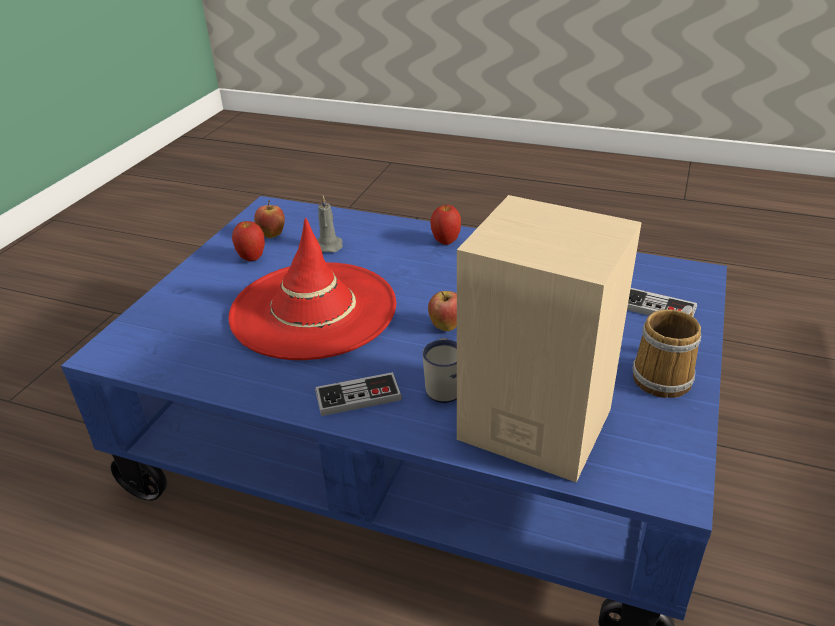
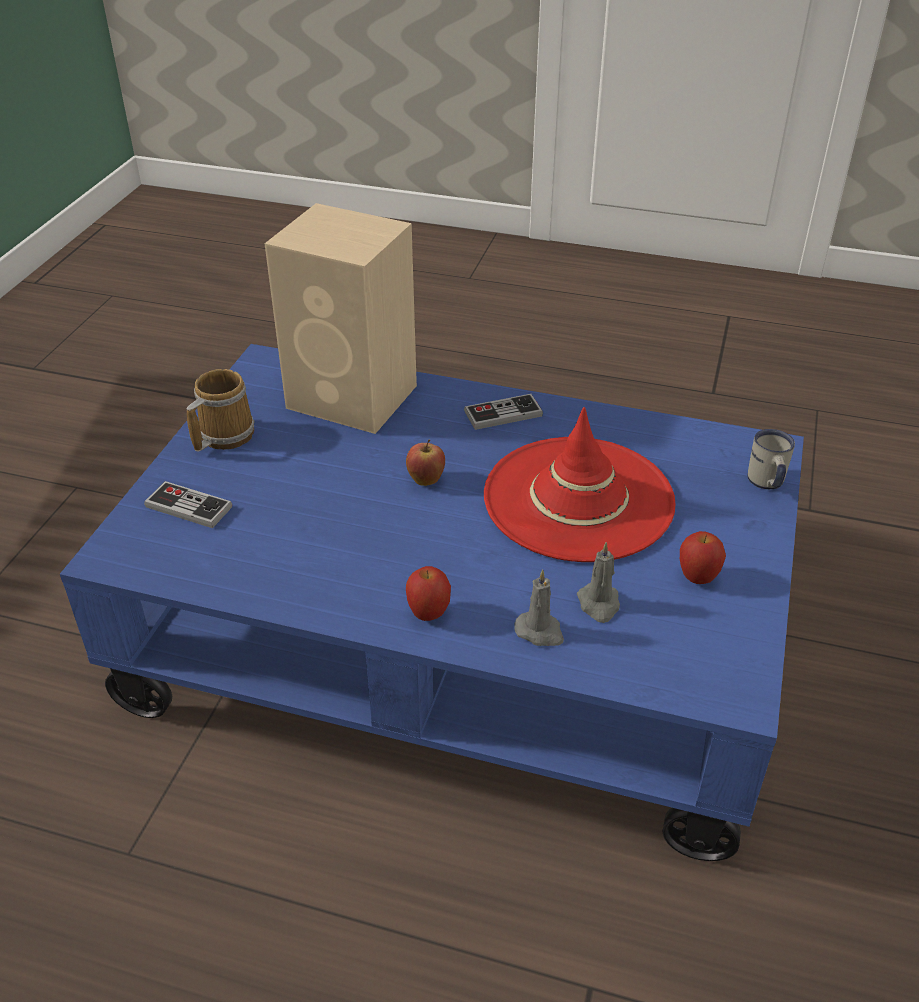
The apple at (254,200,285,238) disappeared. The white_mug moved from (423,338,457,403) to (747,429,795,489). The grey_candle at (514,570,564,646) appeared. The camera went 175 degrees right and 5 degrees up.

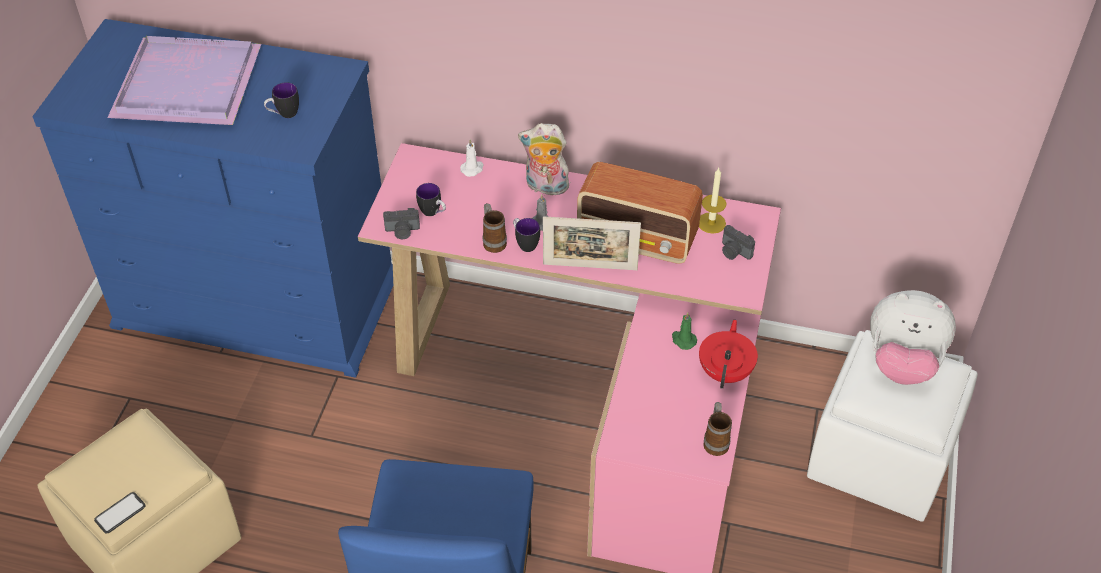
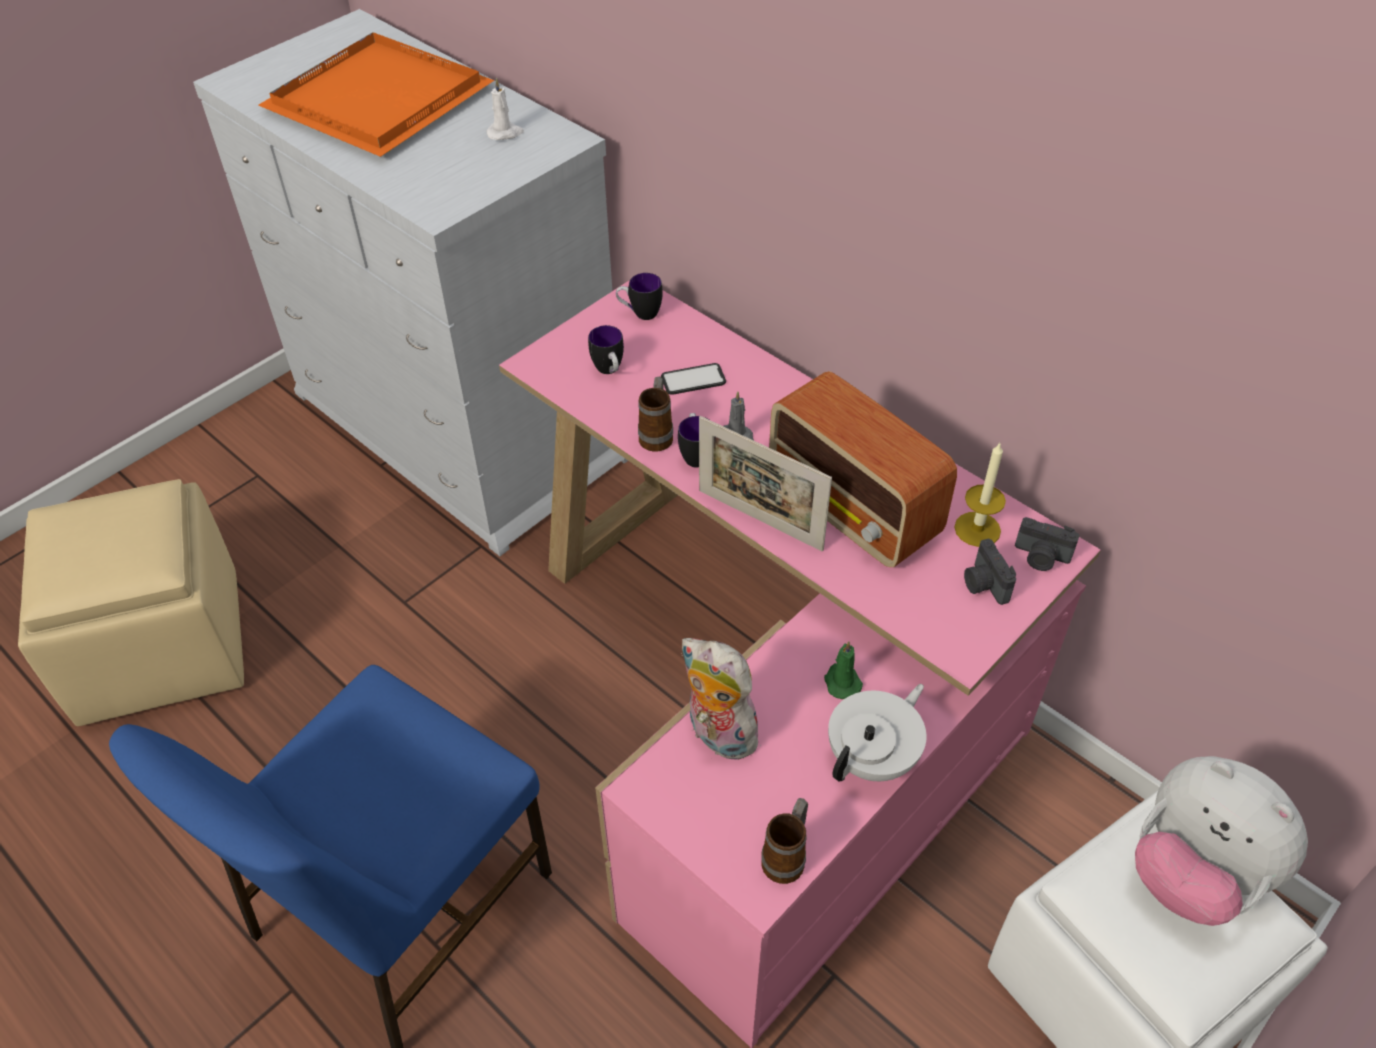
The blue_dresser at (32,19,393,378) became the white_dresser at (193,9,628,556). The phone moved from (94,492,146,533) to (661,363,726,395). The purple_tray at (107,36,261,125) became the orange_tray at (258,32,495,157). The mug moved from (264,82,299,118) to (616,273,663,320). The photo_camera moved from (383,208,420,239) to (1015,517,1079,571). The white_candle moved from (460,139,484,177) to (486,78,524,140). The plush_toy moved from (518,123,572,195) to (681,638,767,760). The red_teapot at (699,319,758,389) became the white_teapot at (828,684,926,781). The camera went 30 degrees right and 0 degrees up.

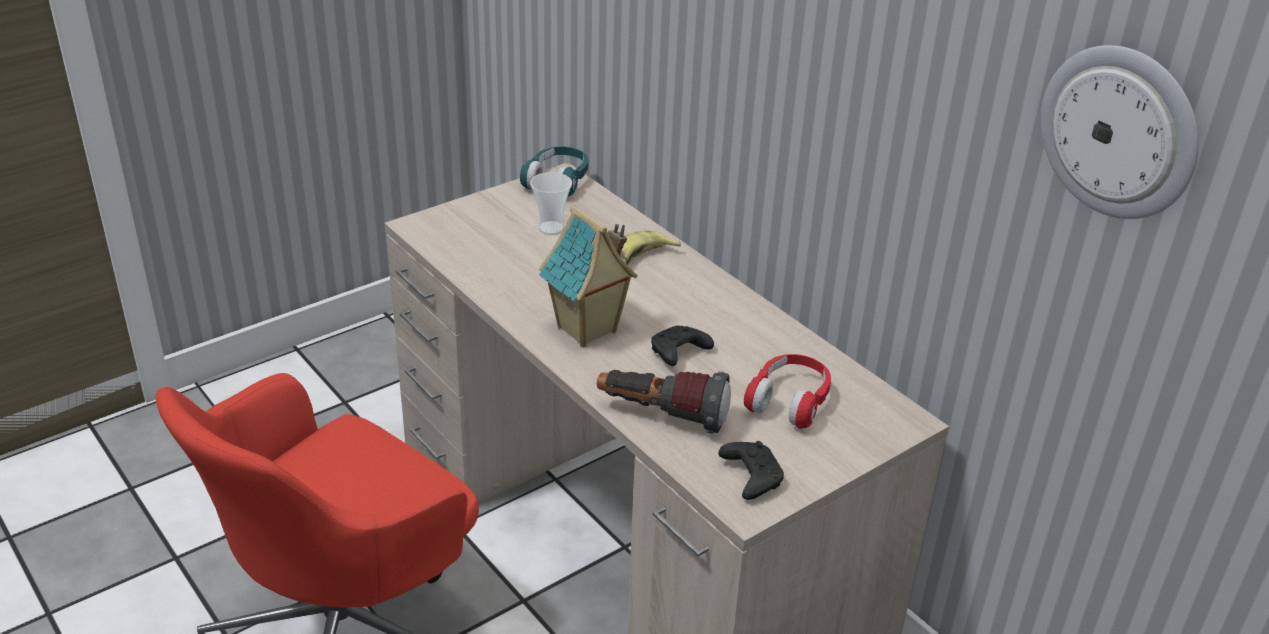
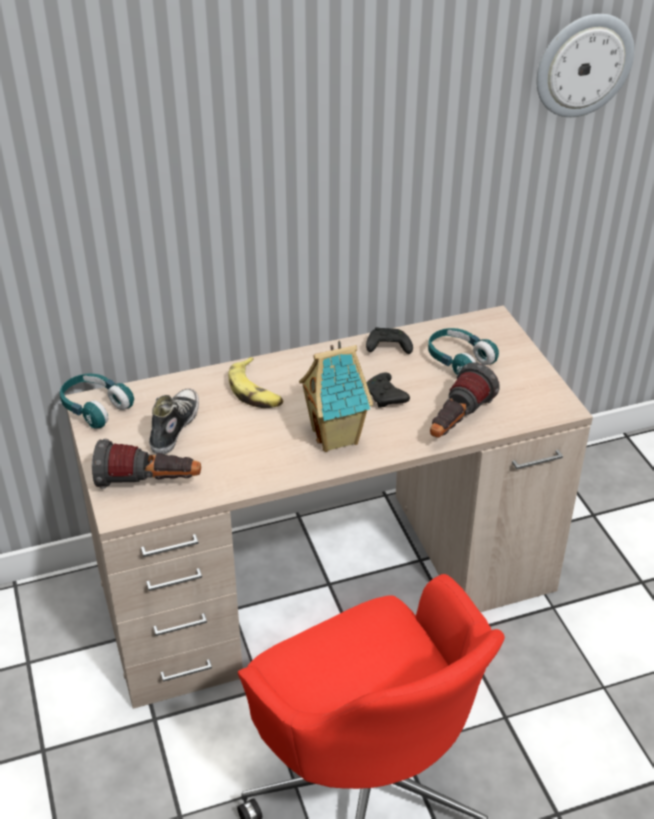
The cup at (530,172,572,235) was replaced by the shoe at (149,388,199,454). The black_game_controller moved from (718,441,784,500) to (366,327,413,354). The red_headphones at (744,354,831,428) became the turquoise_headphones at (428,328,499,375). The flashlight at (92,439,201,489) appeared. The camera went 70 degrees left and 5 degrees up.

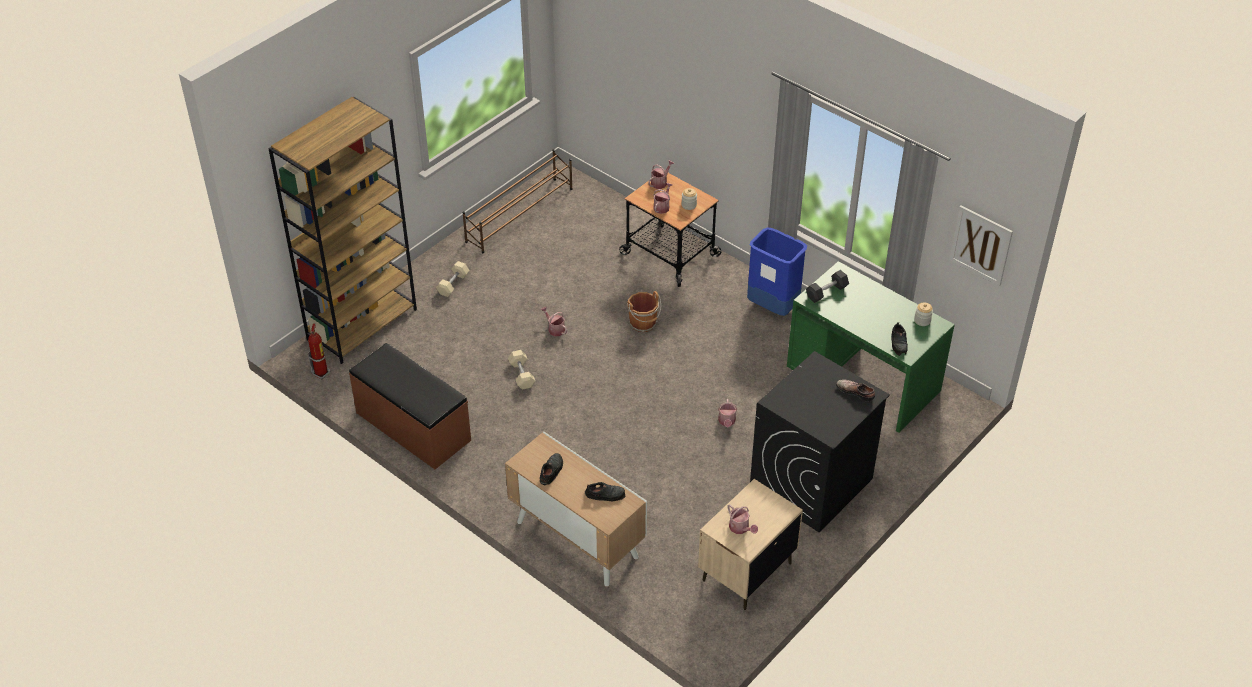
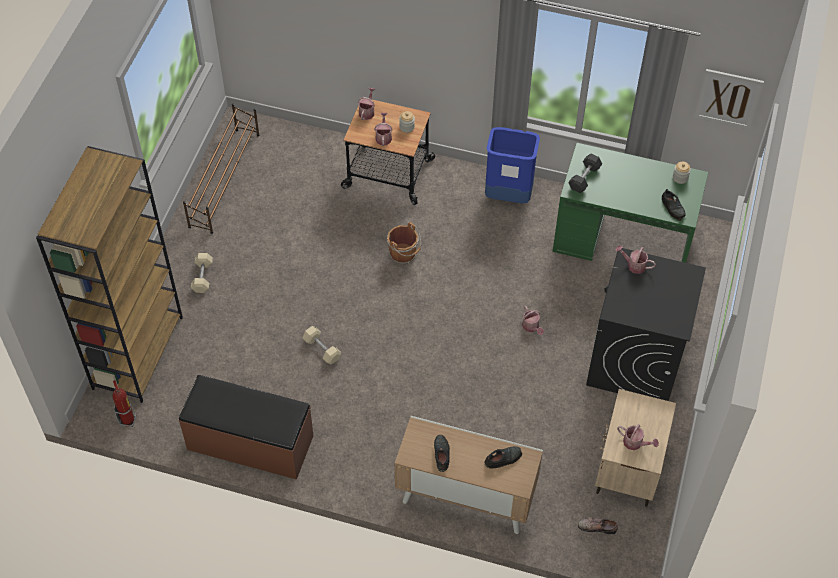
The watering_can moved from (541,306,567,336) to (616,245,656,274). The shoe moved from (836,379,875,402) to (578,517,618,534). The camera went 25 degrees left and 10 degrees up.

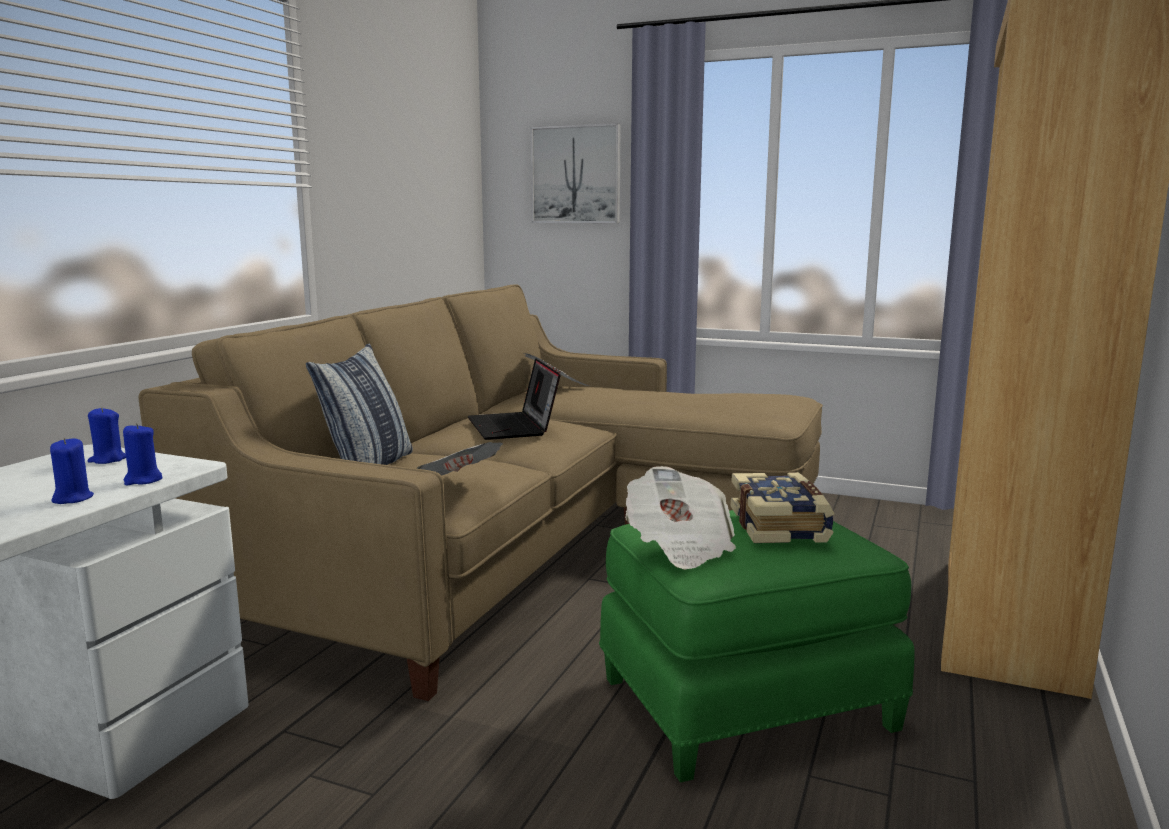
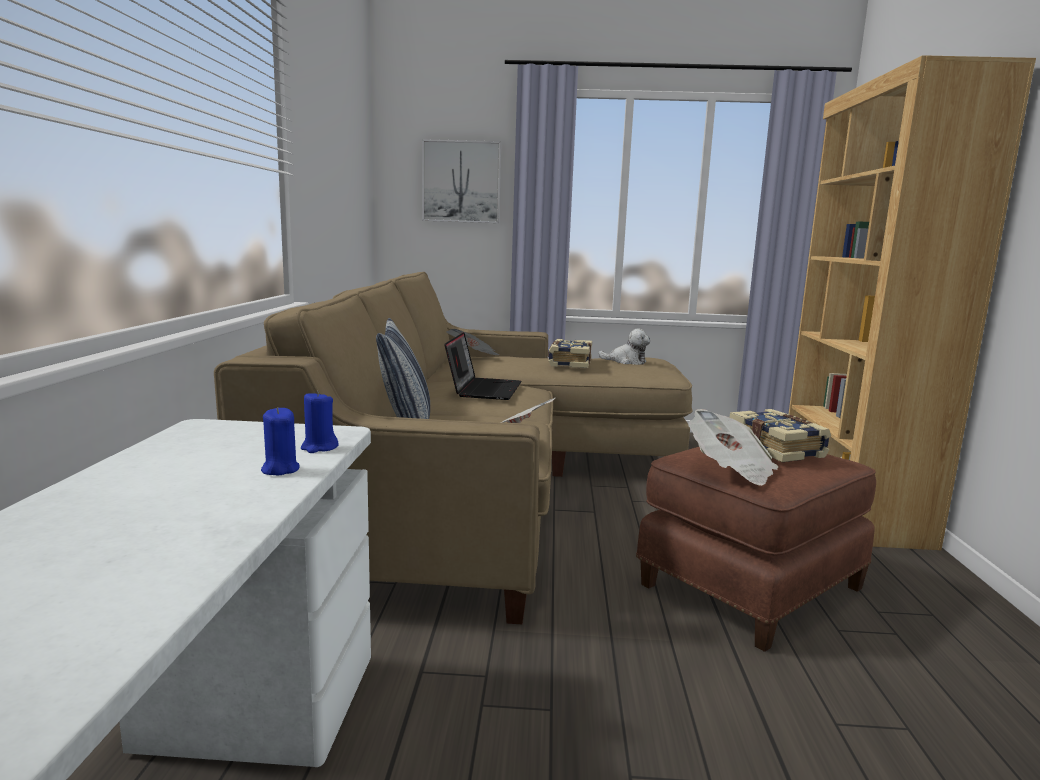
The blue_candle at (88,407,126,464) disappeared. The laptop at (467,358,561,440) turned 135 degrees counterclockwise. The green_ottoman at (599,510,915,783) became the brown_ottoman at (636,447,876,652). The book at (548,339,592,368) appeared. The plush_toy at (598,329,650,365) appeared. The camera went 20 degrees left and 0 degrees up.

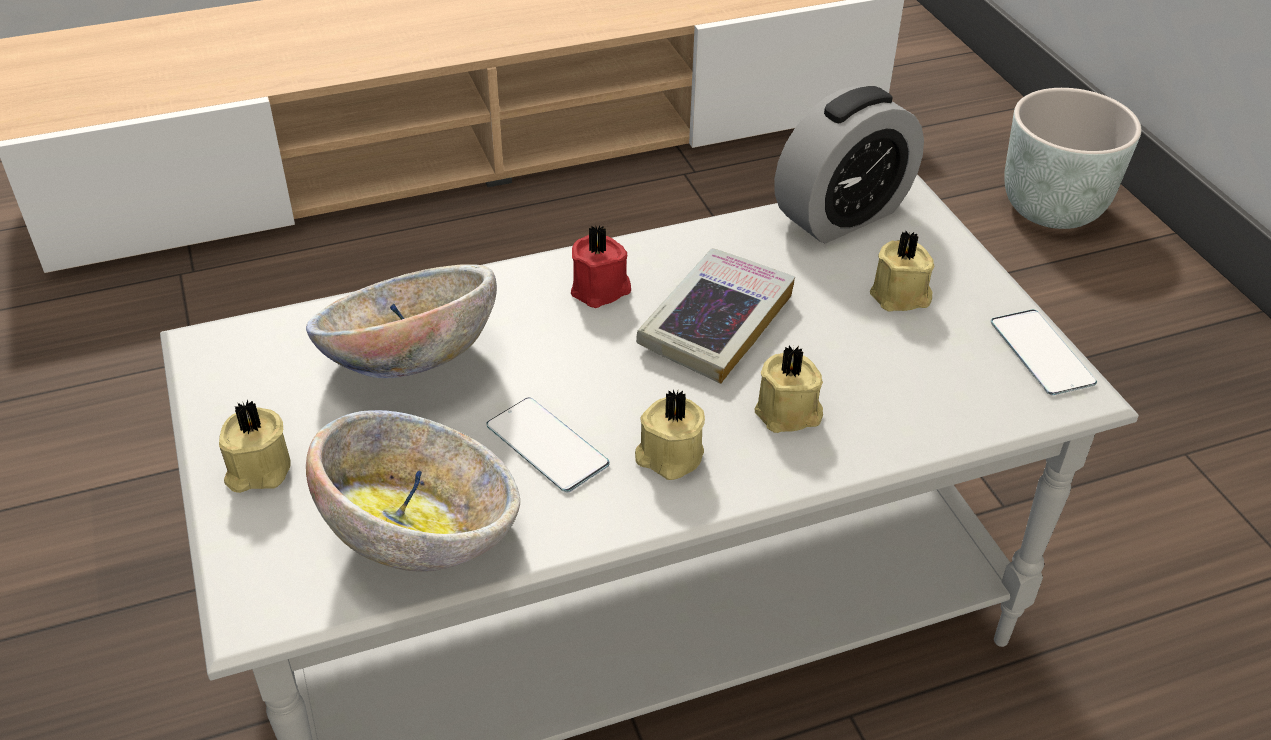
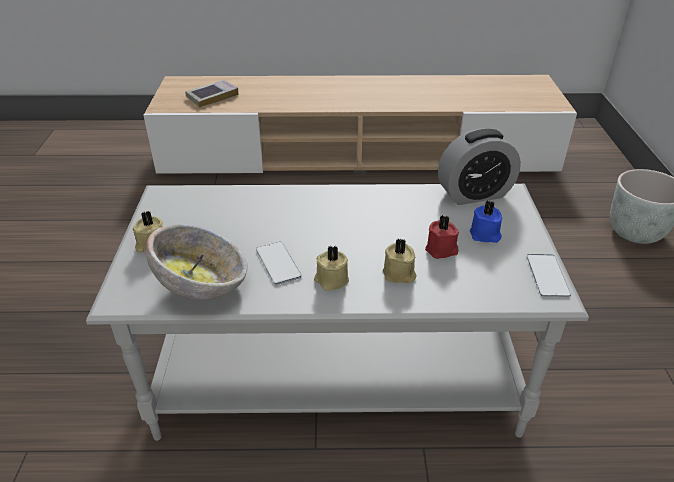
The bowl at (306,264,497,378) disappeared. The red_candle moved from (571,225,631,308) to (425,215,459,259). The book moved from (636,248,795,384) to (185,80,239,107). The beige_candle at (870,231,934,312) became the blue_candle at (470,201,502,243). The camera went 20 degrees right and 5 degrees down.

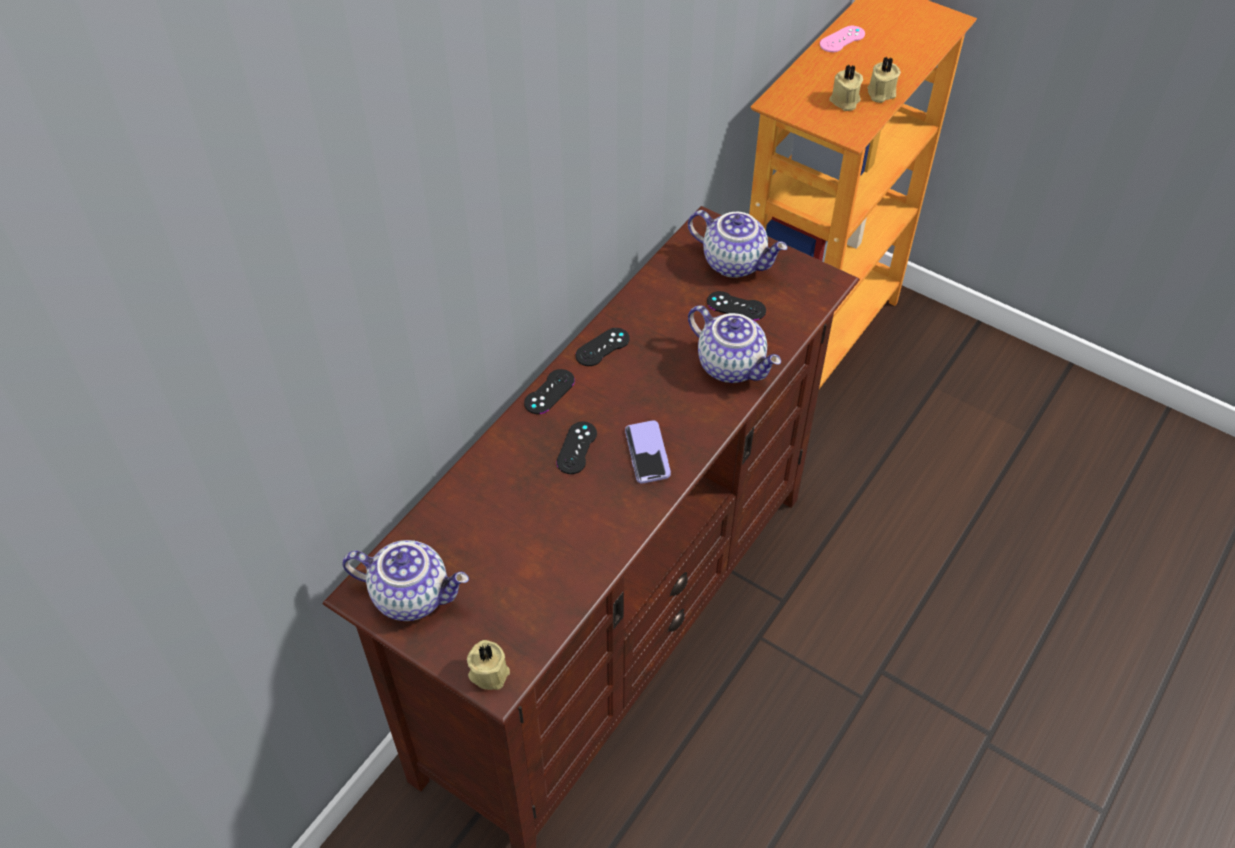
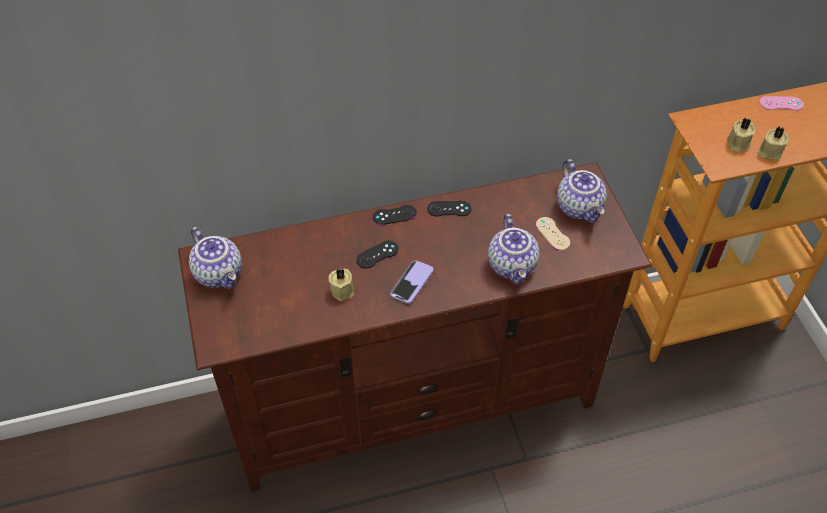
The beige_candle moved from (467,640,510,690) to (328,268,354,301). The black_game_controller at (707,291,766,321) became the beige_game_controller at (536,217,570,250). The camera went 40 degrees right and 0 degrees up.

